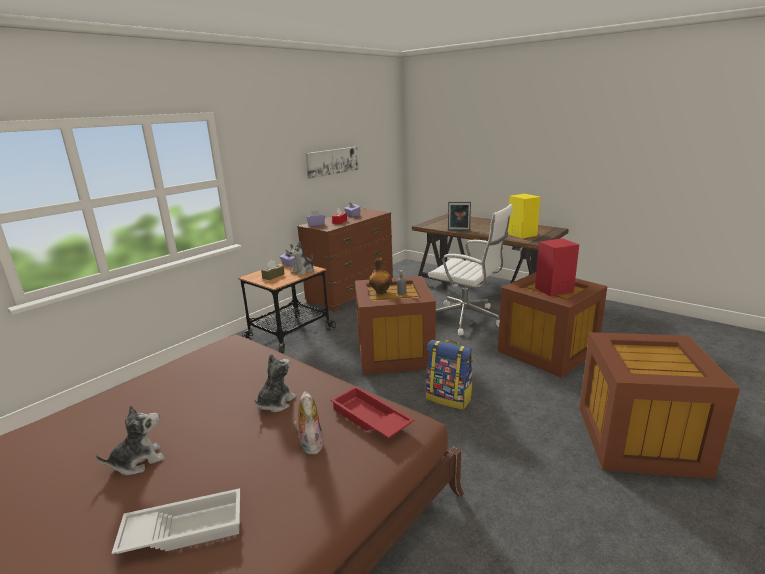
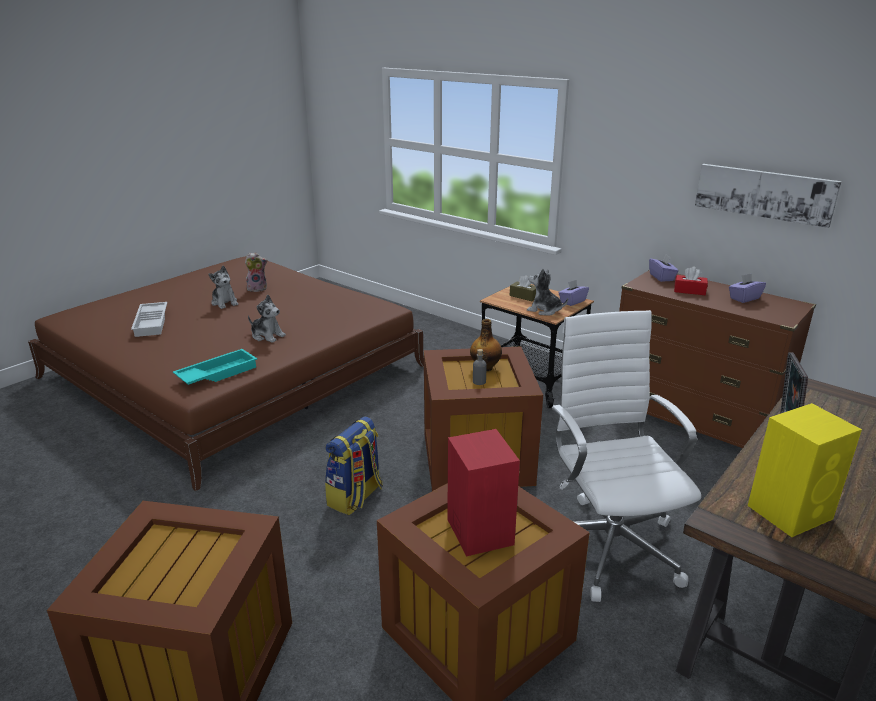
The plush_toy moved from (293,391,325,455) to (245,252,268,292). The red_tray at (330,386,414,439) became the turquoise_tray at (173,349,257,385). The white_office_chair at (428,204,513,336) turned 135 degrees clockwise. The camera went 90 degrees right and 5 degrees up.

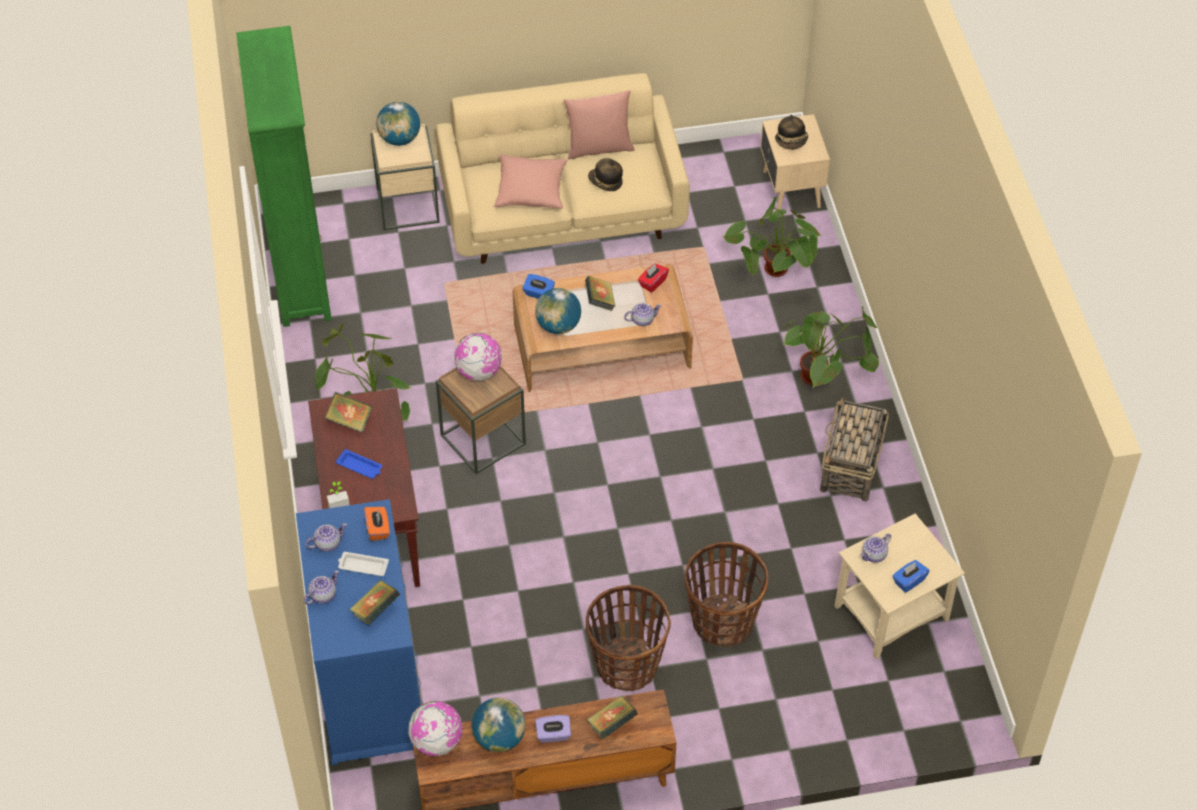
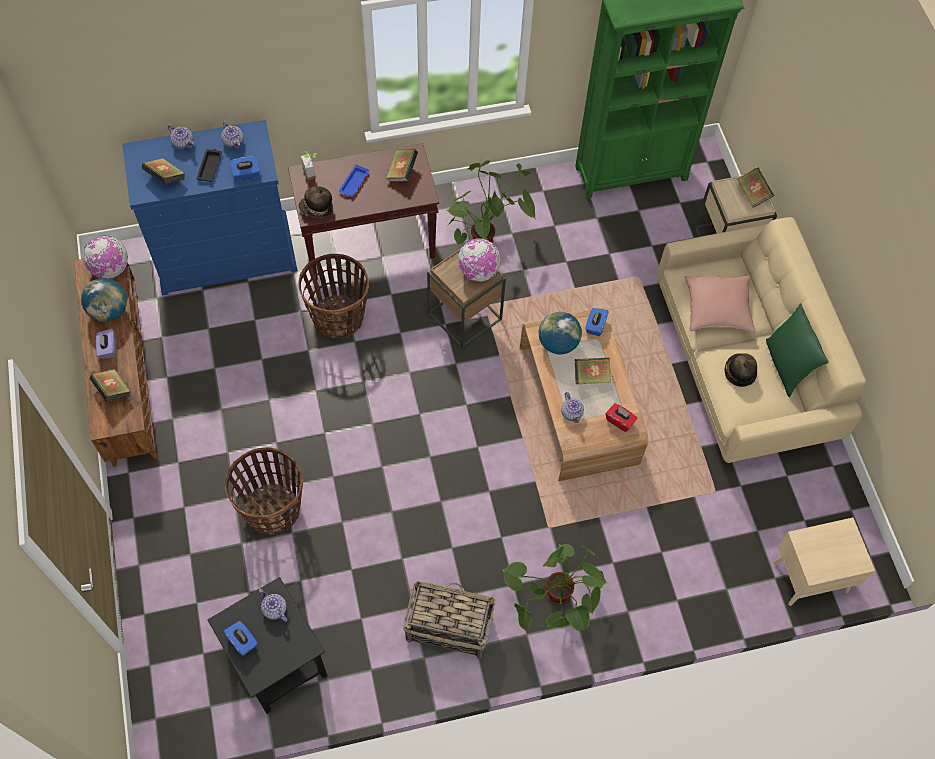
The white_tray at (338,552,389,576) became the black_tray at (196,149,222,182). The orange_tissue_box at (364,507,390,541) became the blue_tissue_box at (229,156,260,181). The globe at (376,102,420,146) was replaced by the book at (737,167,774,208). The pink_pillow at (564,90,635,159) became the green_pillow at (766,303,828,397). The basket moved from (586,585,671,691) to (299,254,369,338). The potted_plant at (722,197,822,277) disappeared. The hat moved from (775,115,808,150) to (299,186,333,218). The beige_side_table at (835,513,965,659) became the black_side_table at (208,577,327,714). The camera went 85 degrees right and 10 degrees up.

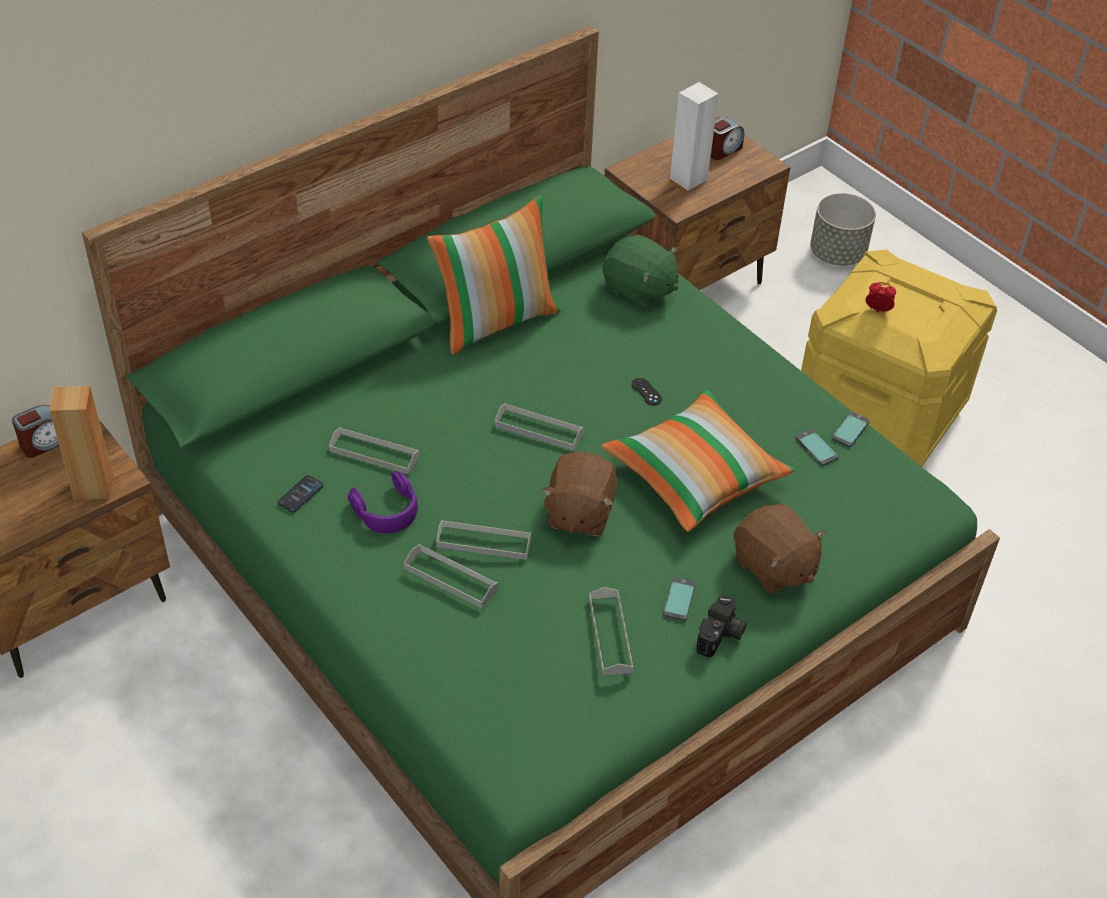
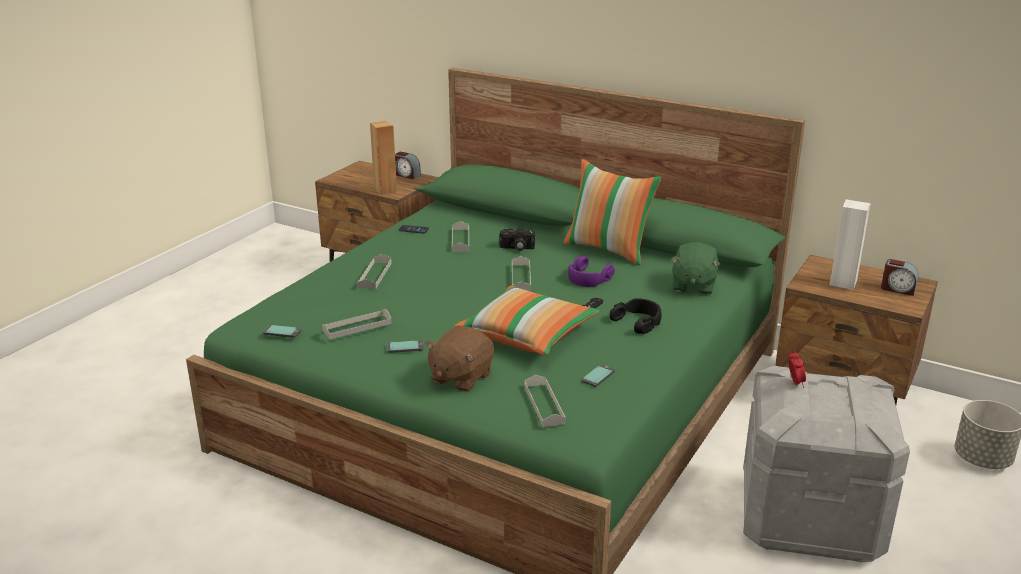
The purple_headphones moved from (348,471,418,533) to (568,256,615,287). The grey_tray moved from (436,520,531,560) to (524,375,566,427). The brown_plush_toy at (541,452,617,536) disappeared. The photo_camera moved from (696,594,747,658) to (499,227,535,251). The yellow_storage_box at (801,249,997,467) became the grey_storage_box at (743,366,910,563). The phone moved from (832,412,870,448) to (263,325,302,338). The black_headphones at (610,298,661,334) appeared. The camera went 70 degrees right and 20 degrees down.

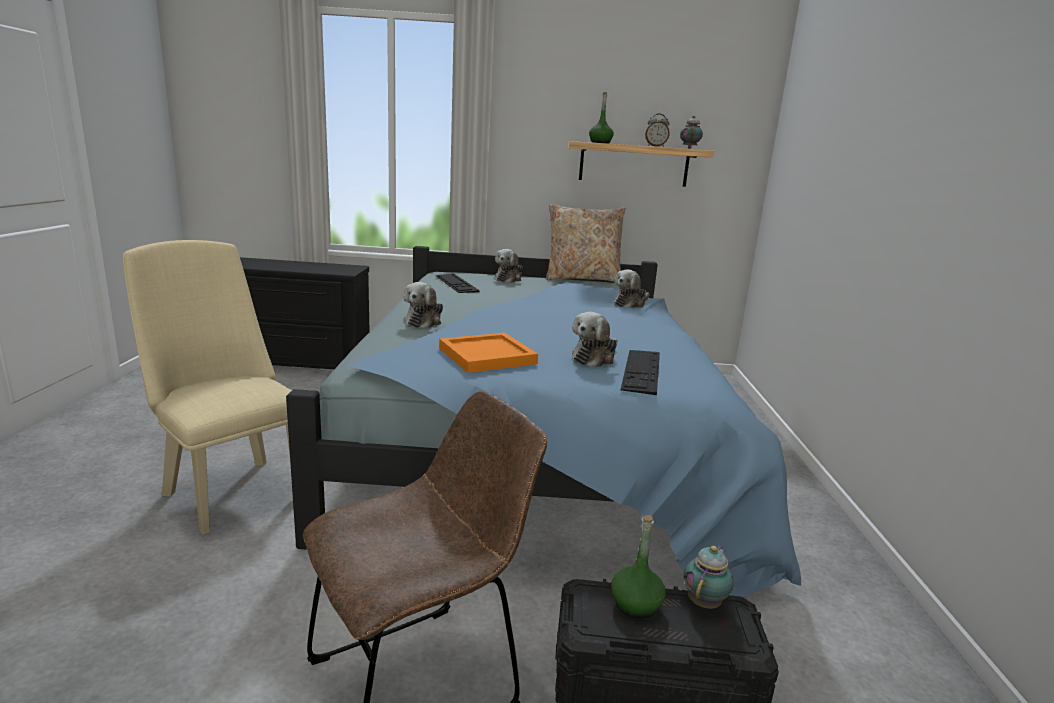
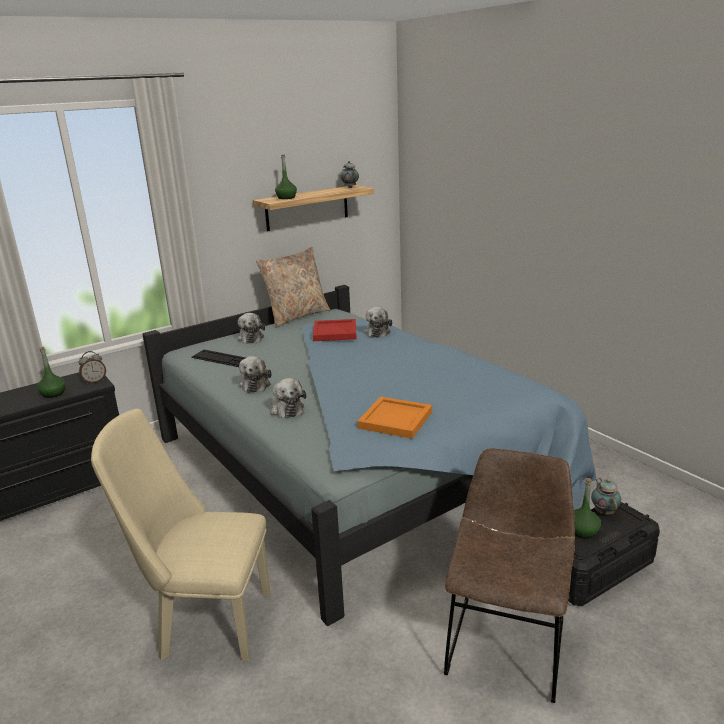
The plush_toy moved from (572,312,618,368) to (239,356,272,393). The keyboard at (621,350,660,395) disappeared. The alarm_clock moved from (645,114,670,147) to (79,351,106,384). The green_bottle at (37,347,66,398) appeared. The red_tray at (313,319,357,341) appeared. The camera went 35 degrees left and 5 degrees up.

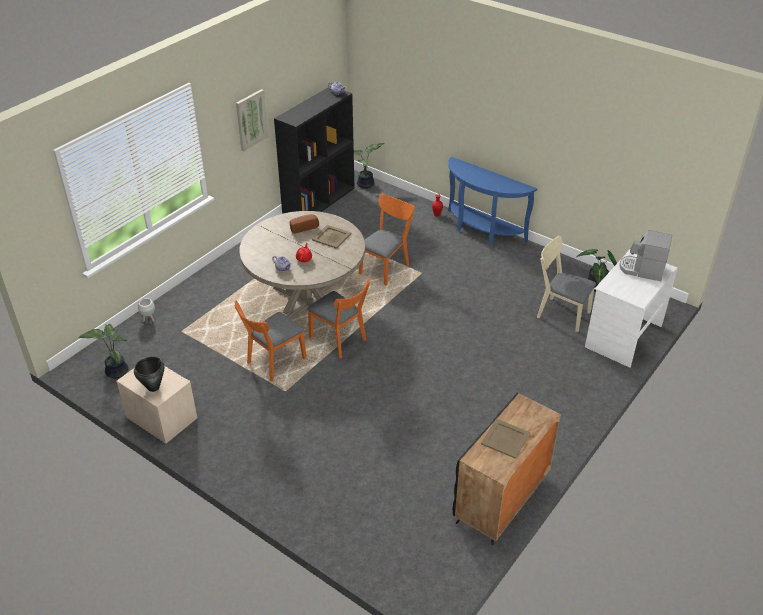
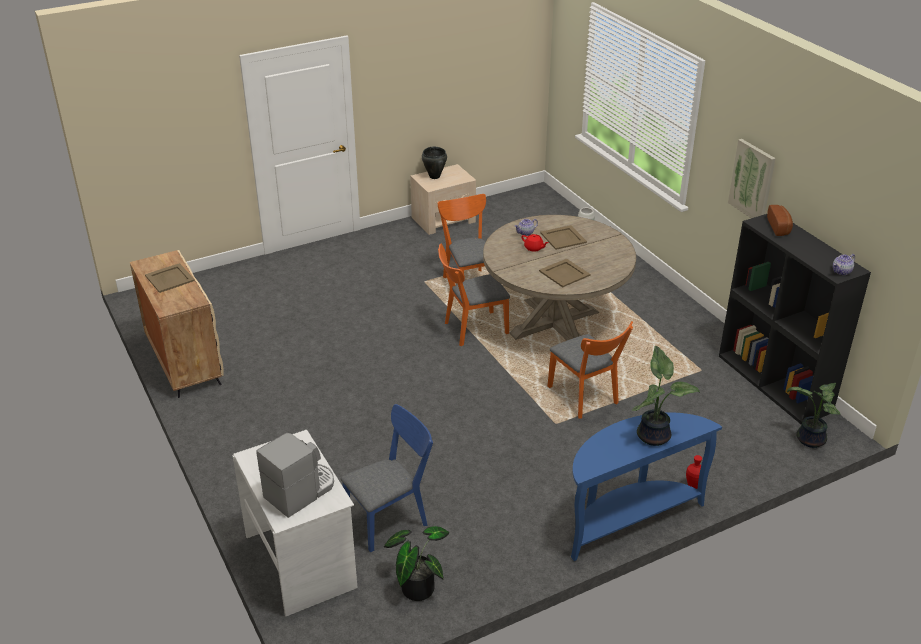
The potted_plant moved from (79,324,128,379) to (632,346,700,446). The bread moved from (290,214,319,234) to (767,205,793,236). The black_cabinet at (453,393,561,545) became the beige_cabinet at (130,250,224,398). The beige_chair at (537,236,596,332) became the blue_chair at (341,404,433,552). The beige_tray at (540,225,587,250) appeared. The camera went 115 degrees right and 5 degrees down.

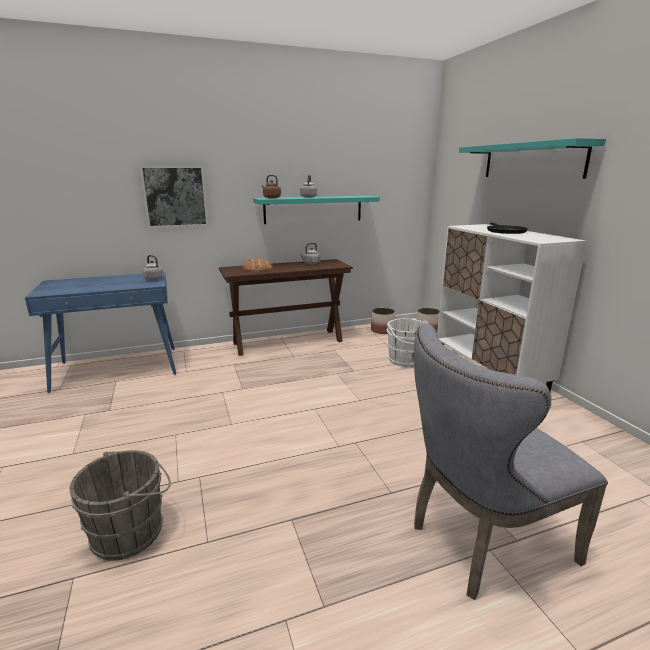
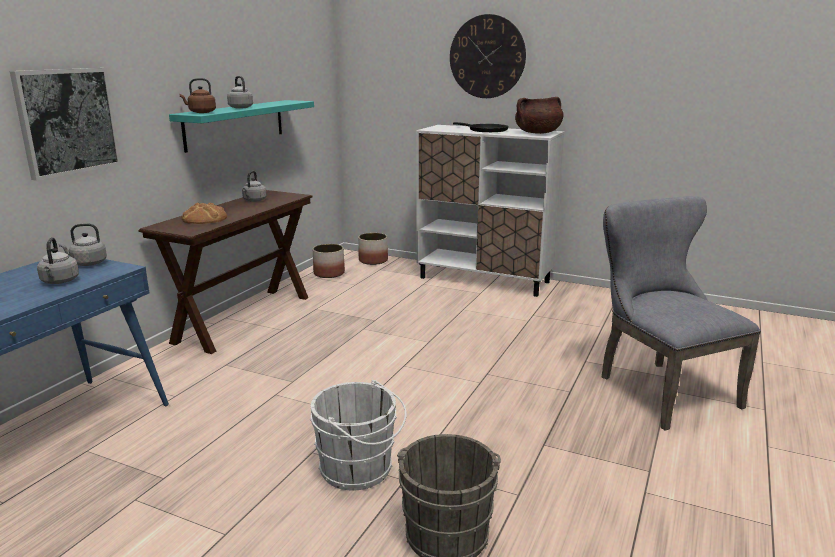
The white_bucket moved from (386,319,429,367) to (310,380,407,491). The grey_chair at (414,323,608,600) turned 135 degrees clockwise. The turquoise_shelf at (459,138,606,179) was replaced by the wall_clock at (450,14,526,98). The grey_kettle at (37,238,79,284) appeared. The brown_cooking_pot at (515,97,564,134) appeared. The camera went 45 degrees left and 0 degrees up.

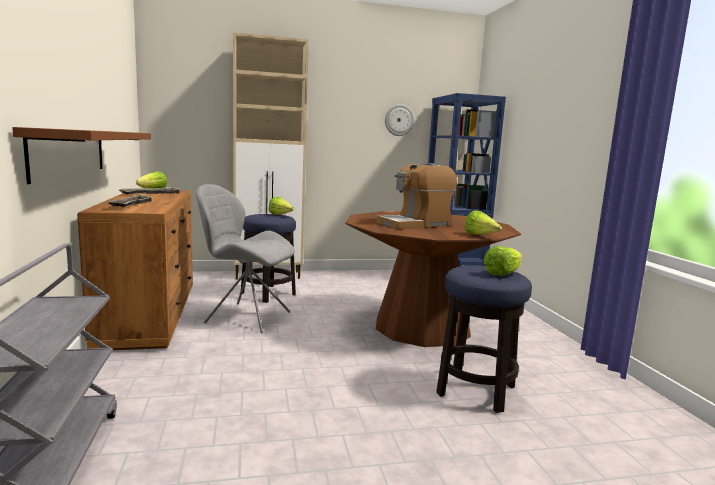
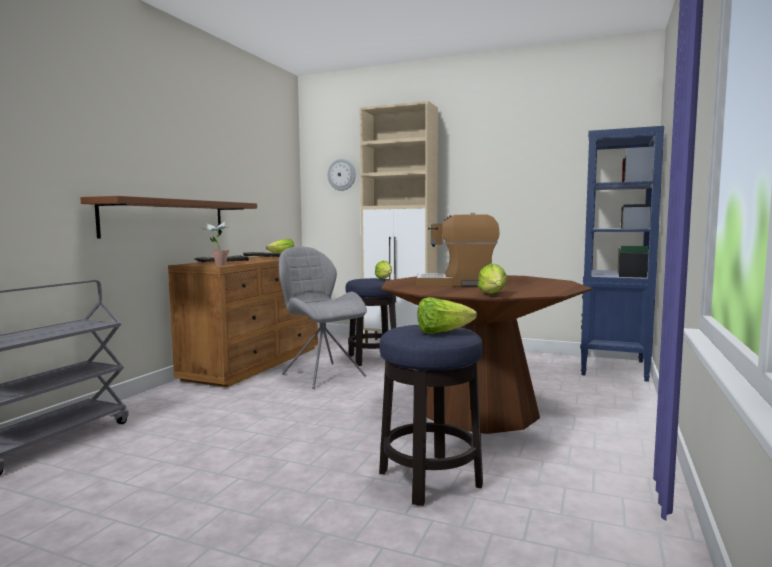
The wall_clock moved from (385,104,414,136) to (328,159,356,191). The potted_plant at (202,221,229,266) appeared. The camera went 35 degrees right and 5 degrees down.

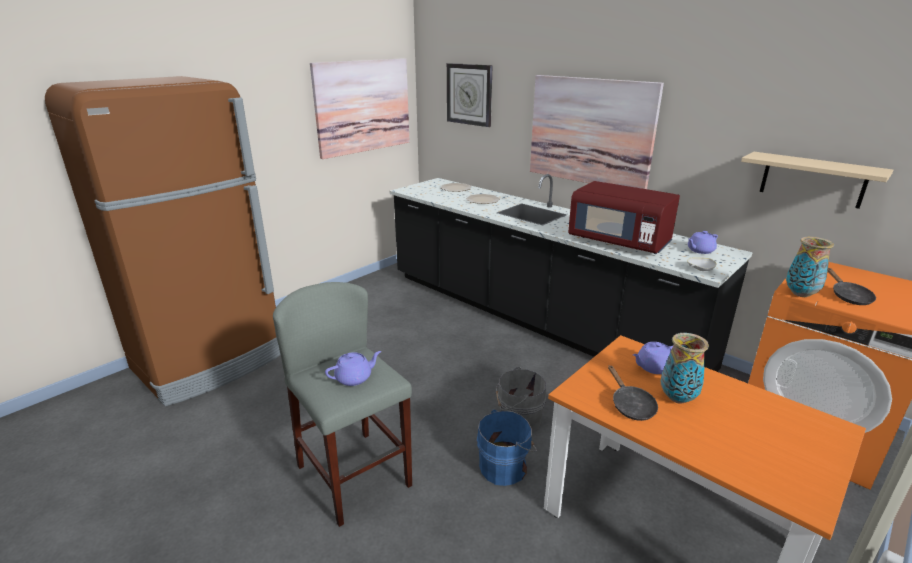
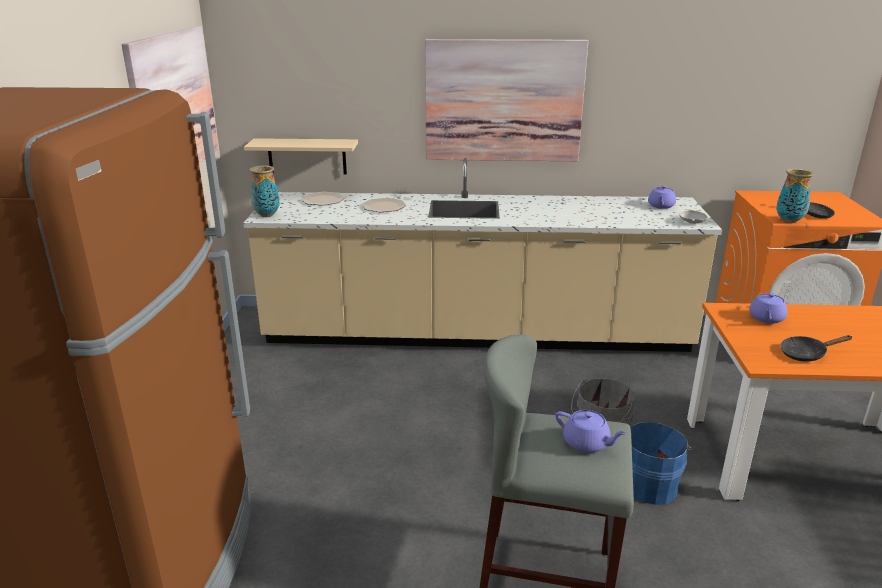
The purple_teapot at (325,351,381,386) turned 105 degrees clockwise. The black_counter at (390,174,753,372) became the beige_counter at (243,158,722,352). The wall_clock at (447,63,493,127) disappeared. The red_microwave at (568,181,680,254) disappeared. The black_frying_pan at (608,365,658,421) turned 135 degrees clockwise. The vase moved from (660,333,709,404) to (250,166,280,217). The beige_shelf moved from (741,152,893,209) to (244,138,358,174). The camera went 40 degrees left and 0 degrees up.

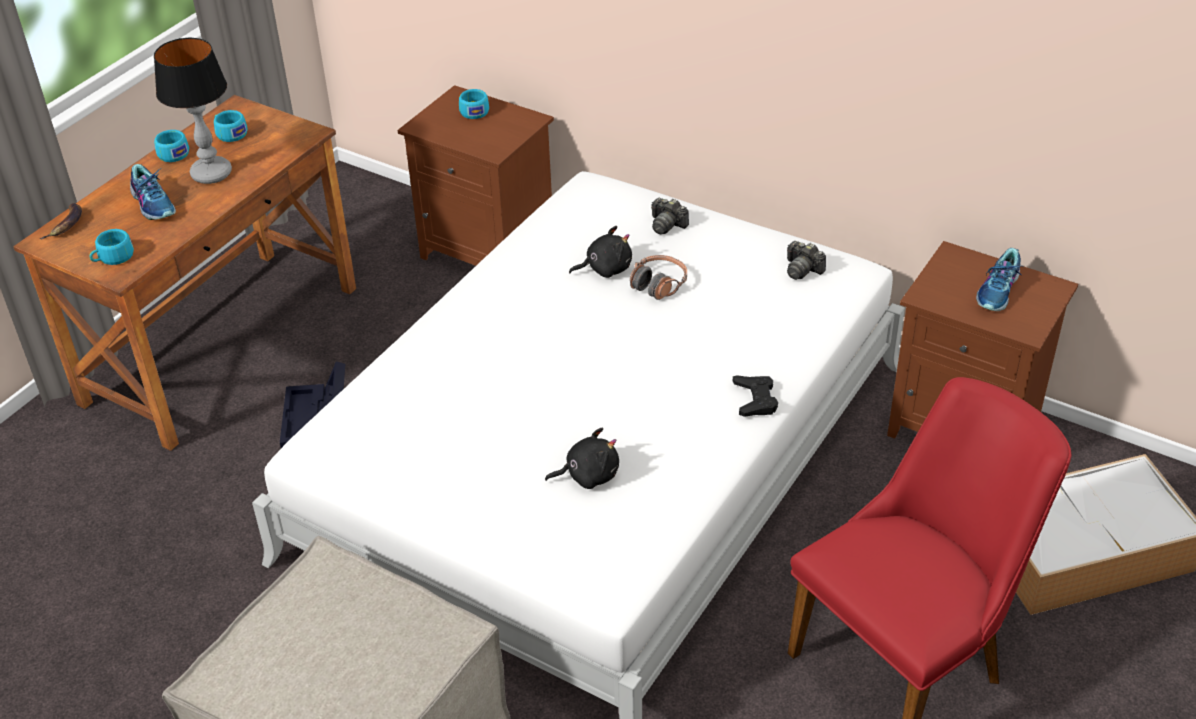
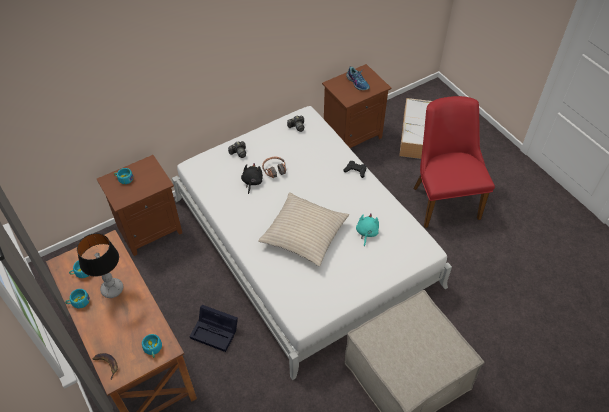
The shoe at (130,164,176,220) disappeared. The black_plush_toy at (545,428,619,489) became the turquoise_plush_toy at (356,213,379,246). The beige_pillow at (258,192,349,266) appeared. The camera went 65 degrees left and 10 degrees up.

